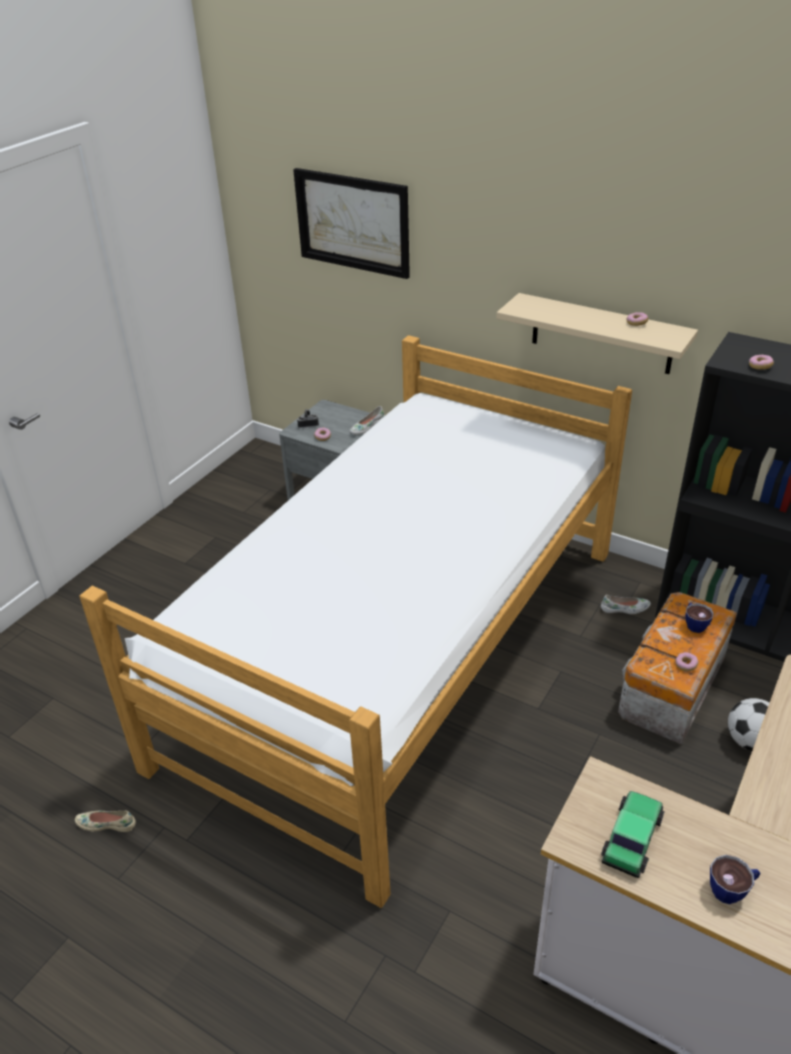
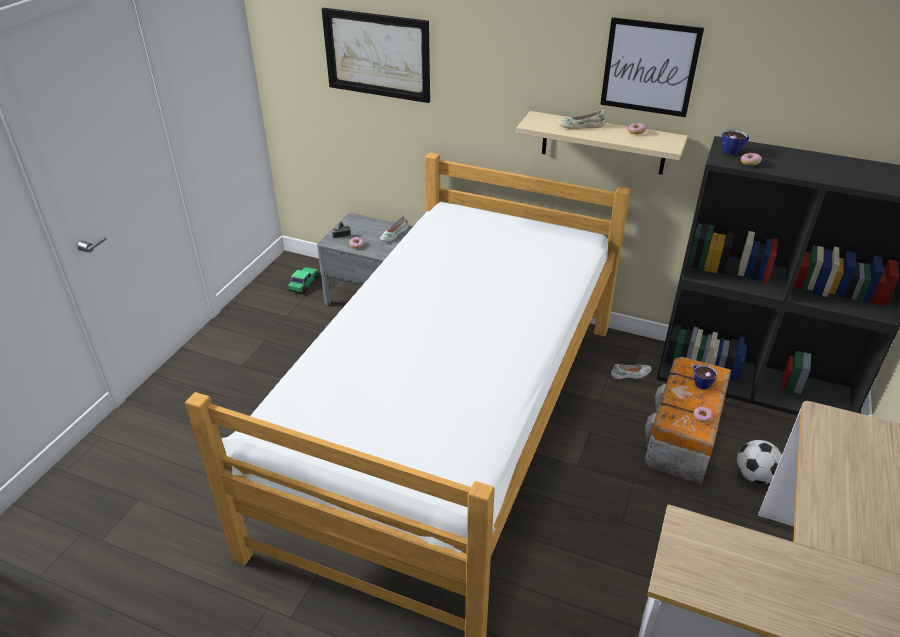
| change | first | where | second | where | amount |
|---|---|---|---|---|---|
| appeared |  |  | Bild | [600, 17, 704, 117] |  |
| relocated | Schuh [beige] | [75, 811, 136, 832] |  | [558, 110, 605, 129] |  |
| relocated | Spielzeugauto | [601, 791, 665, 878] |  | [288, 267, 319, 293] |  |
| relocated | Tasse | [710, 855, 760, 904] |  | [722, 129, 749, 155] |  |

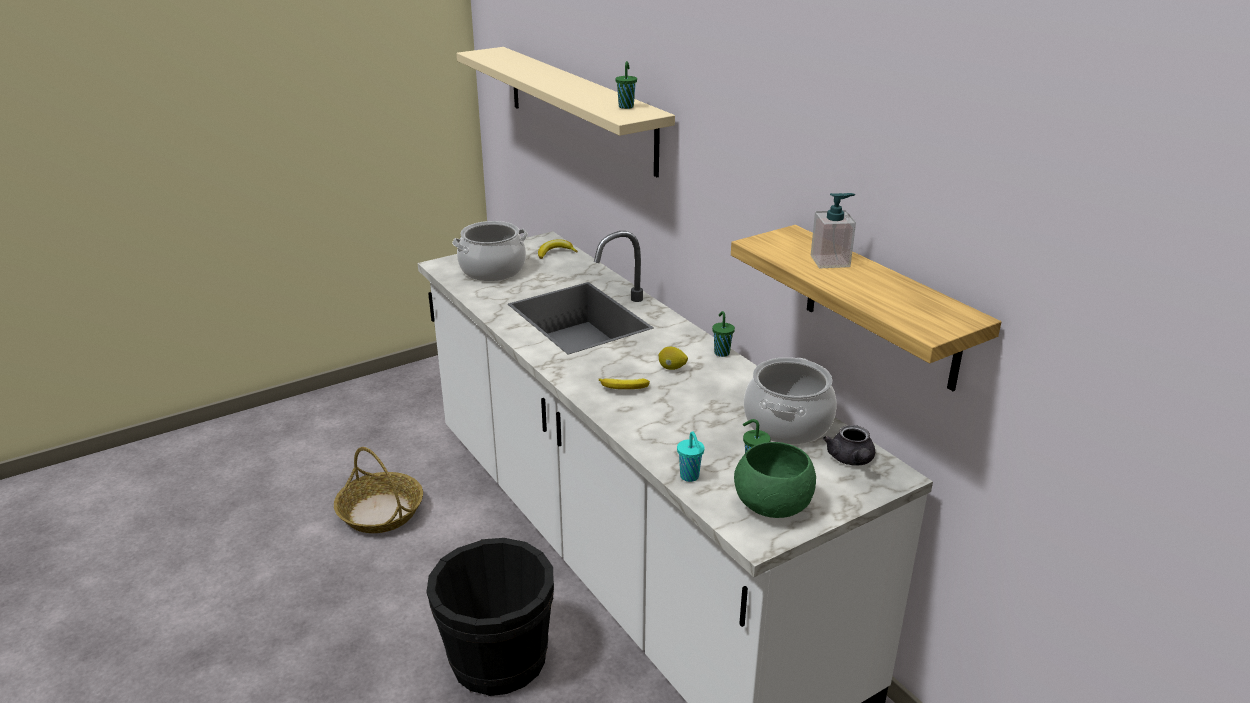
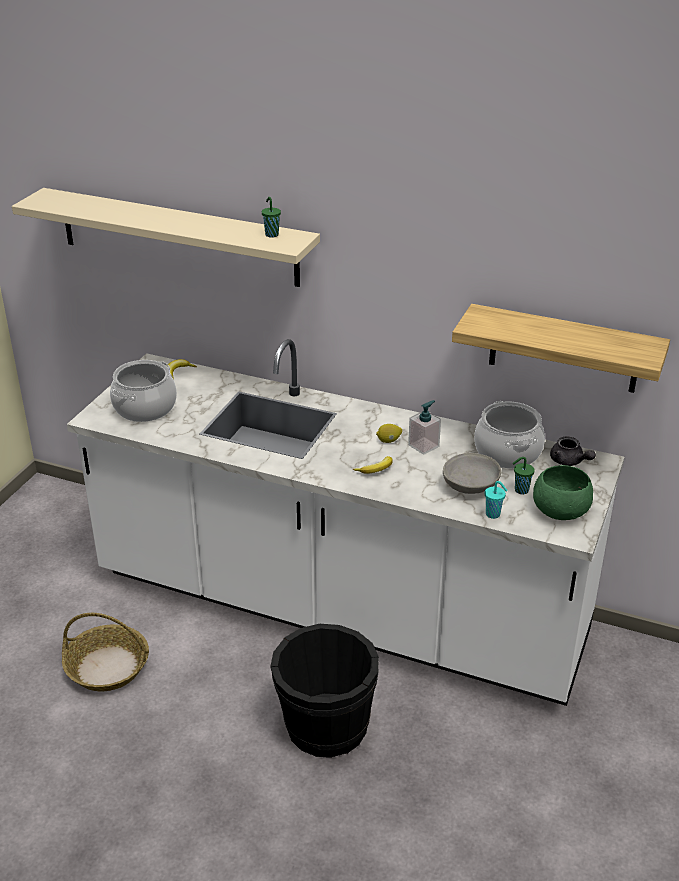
| change | first | where | second | where | amount |
|---|---|---|---|---|---|
| missing | Tasse [grün] | [712, 311, 735, 357] |  |  |  |
| appeared |  |  | Schüssel [grau] | [443, 453, 501, 494] |  |
| relocated | Seifenspender | [811, 193, 856, 268] |  | [408, 400, 441, 455] |  |

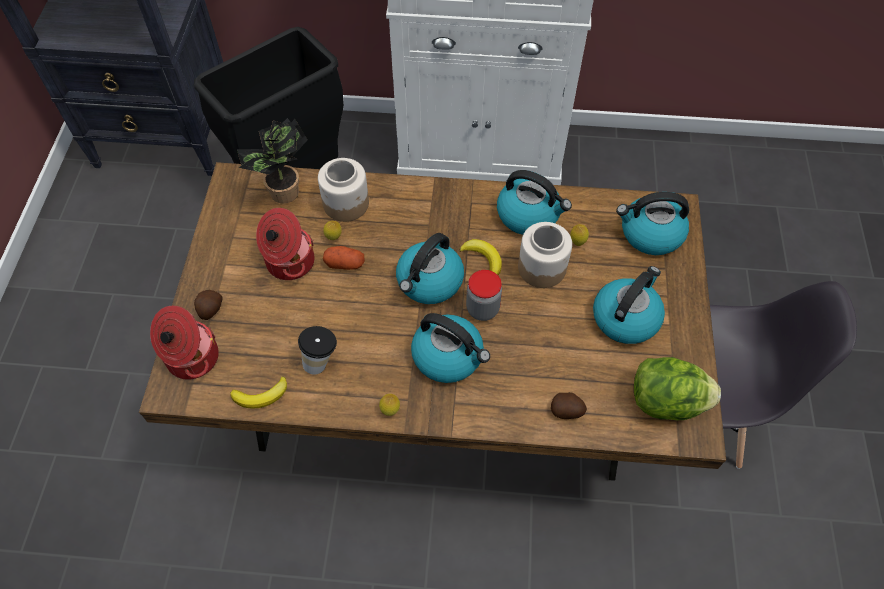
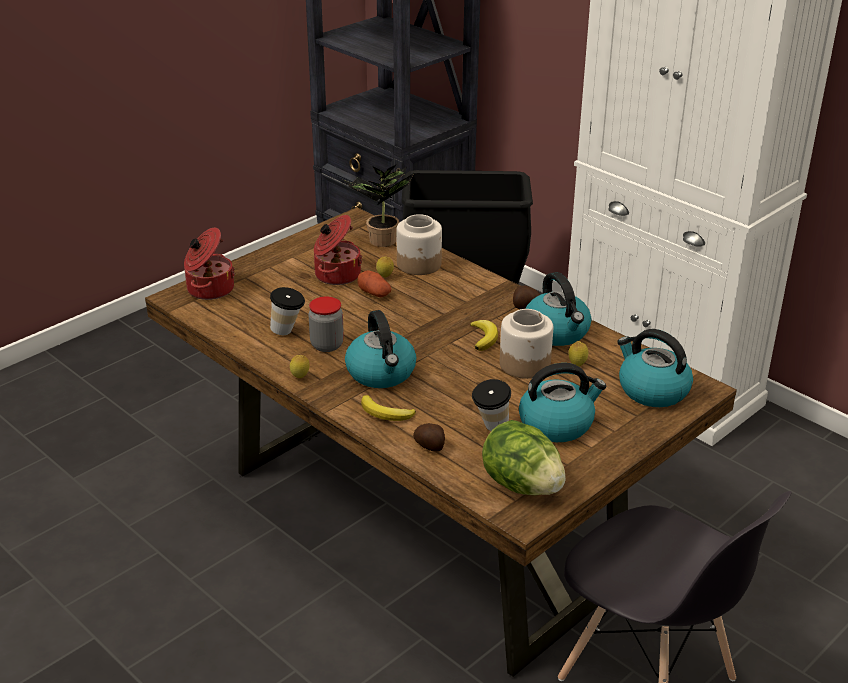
| change | first | where | second | where | amount |
|---|---|---|---|---|---|
| missing | Wasserkessel | [396, 233, 464, 304] |  |  |  |
| appeared |  |  | Tasse | [472, 379, 511, 431] |  |
| relocated | Kartoffel | [194, 290, 223, 320] |  | [513, 286, 540, 309] |  |
| relocated | Banane | [230, 376, 287, 409] |  | [361, 395, 416, 421] |  |
| relocated | Vorratsglas | [466, 270, 502, 321] |  | [308, 296, 344, 352] |  |

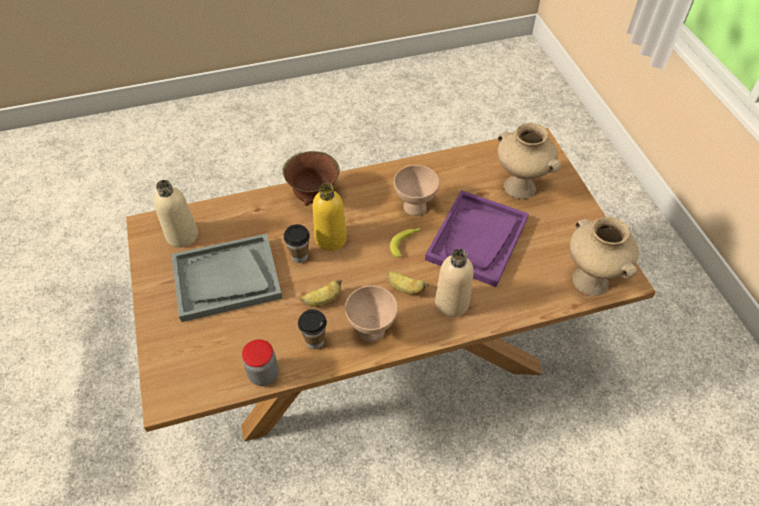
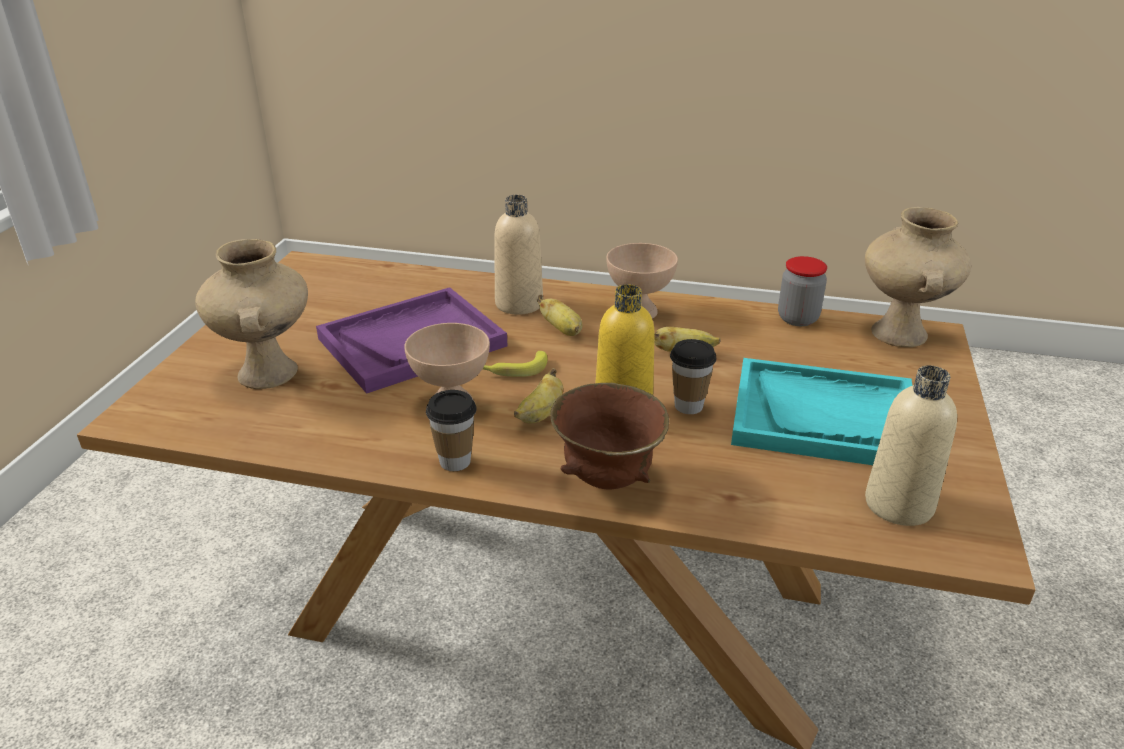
| change | first | where | second | where | amount |
|---|---|---|---|---|---|
| appeared |  |  | Banane | [514, 368, 563, 423] |  |
| relocated | Tasse | [298, 309, 327, 349] |  | [426, 390, 477, 471] |  |
| relocated | Vase [beige] | [569, 217, 639, 296] |  | [865, 207, 971, 347] |  |
| colour | Tablett [grau] | [171, 234, 282, 322] | Tablett [türkis] | [731, 358, 912, 465] |  |

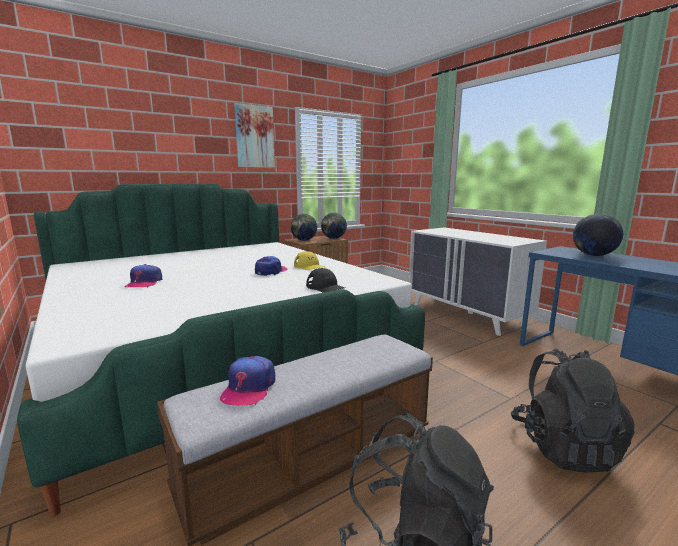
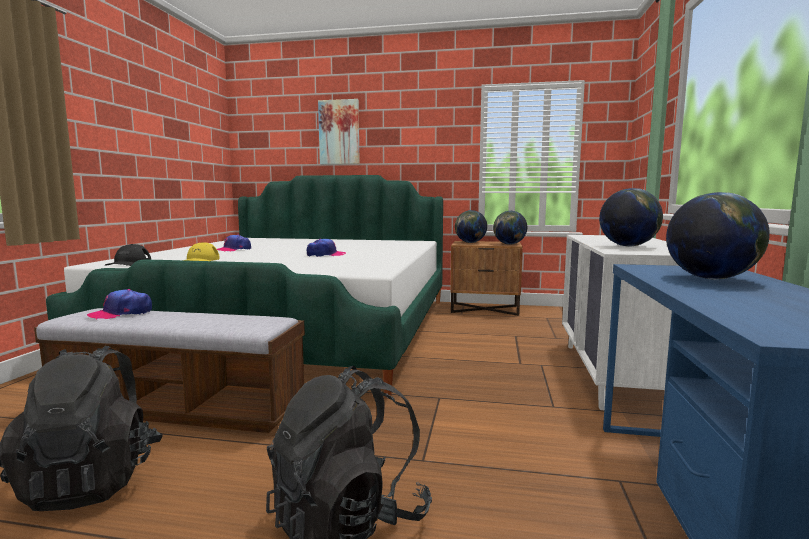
| change | first | where | second | where | amount |
|---|---|---|---|---|---|
| appeared |  |  | Globus | [599, 188, 663, 247] |  |
| relocated | Bild | [234, 103, 275, 168] |  | [318, 99, 360, 164] |  |
| relocated | Kappe [gelb] | [294, 251, 324, 270] |  | [185, 242, 220, 261] |  |
| relocated | Kappe [schwarz] | [306, 268, 345, 293] |  | [105, 244, 151, 266] |  |

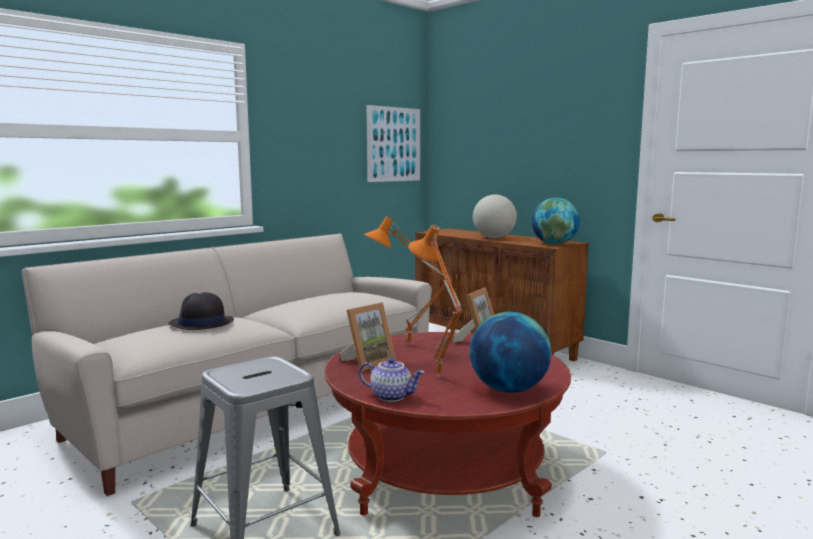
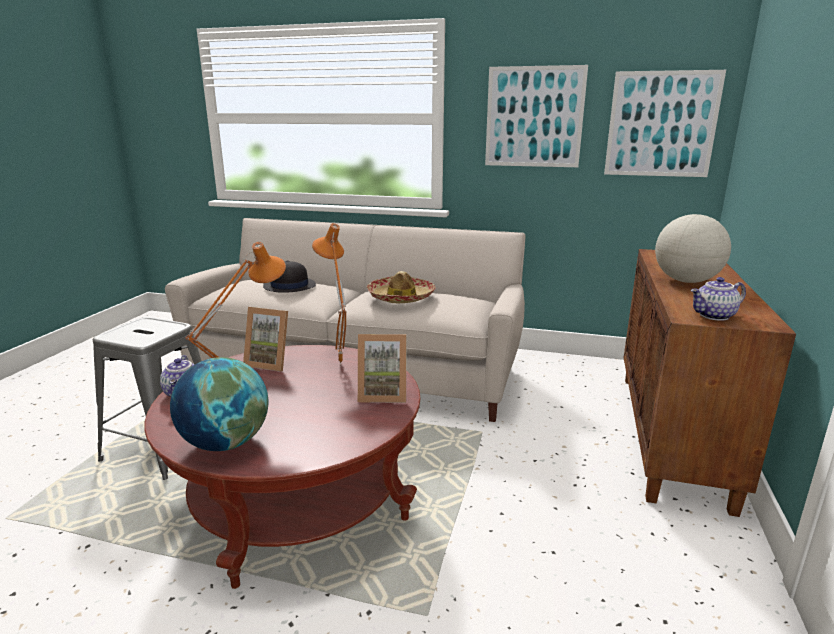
| change | first | where | second | where | amount |
|---|---|---|---|---|---|
| appeared |  |  | Hut | [367, 271, 436, 303] |  |
| appeared |  |  | Bild | [485, 65, 588, 167] |  |
| exchanged | Globus | [531, 197, 580, 245] | Teekanne | [691, 277, 746, 321] |  |

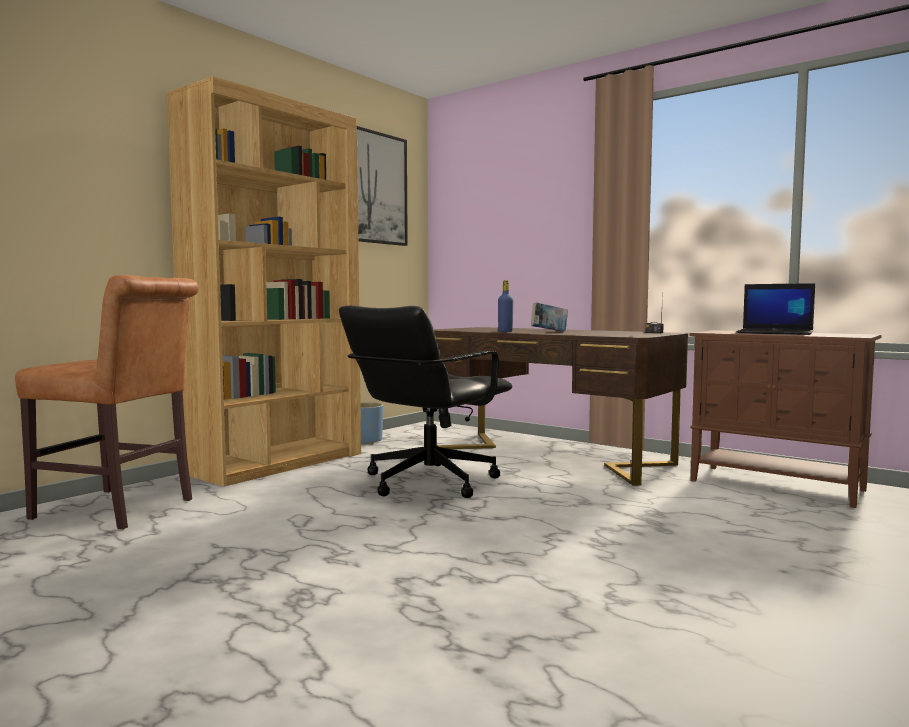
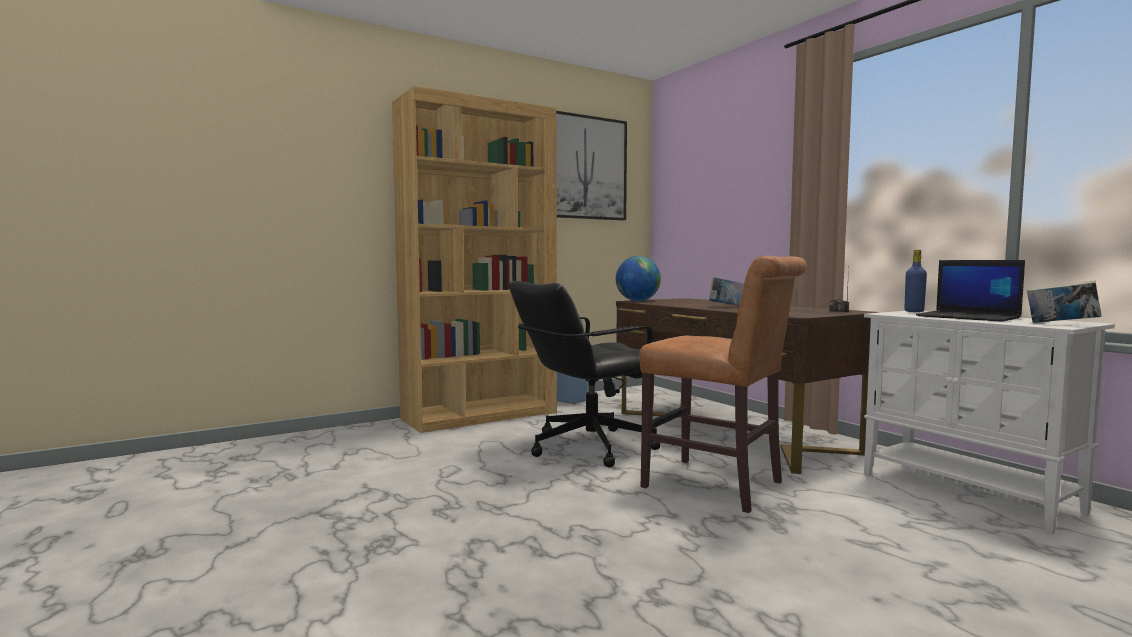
| change | first | where | second | where | amount |
|---|---|---|---|---|---|
| appeared |  |  | Globus | [616, 256, 661, 301] |  |
| appeared |  |  | Buch | [1027, 280, 1102, 323] |  |
| relocated | Stuhl [braun] | [15, 275, 199, 530] |  | [640, 256, 807, 513] |  |
| relocated | Flasche [blau] | [498, 280, 513, 332] |  | [905, 250, 927, 312] |  |
| colour | Schrank [braun] | [689, 330, 882, 508] | Schrank [weiß] | [864, 311, 1115, 534] |  |

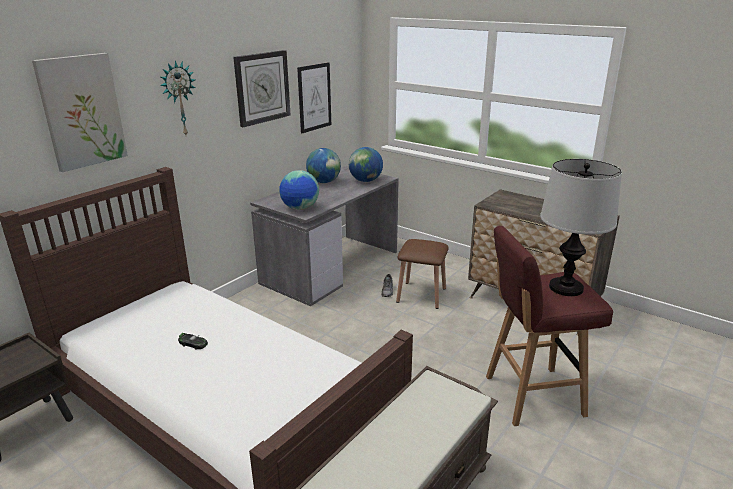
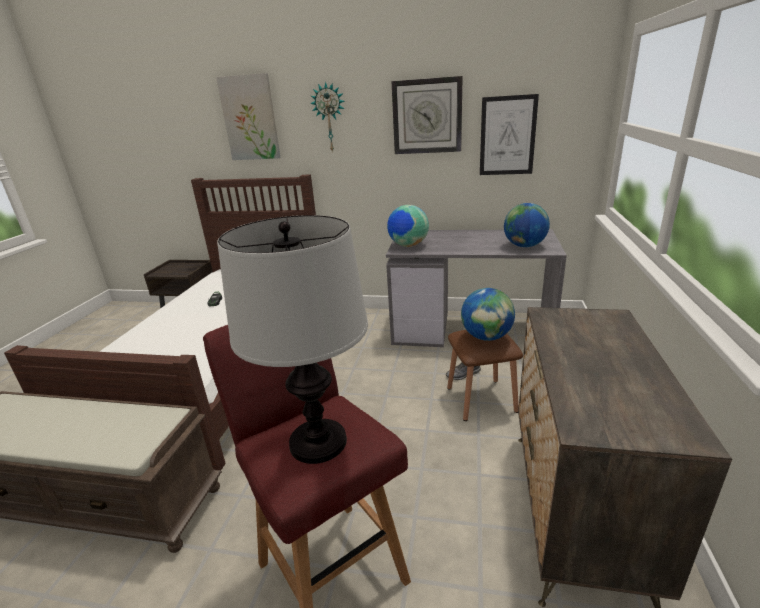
| change | first | where | second | where | amount |
|---|---|---|---|---|---|
| relocated | Globus | [306, 148, 341, 183] |  | [461, 288, 515, 341] |  |

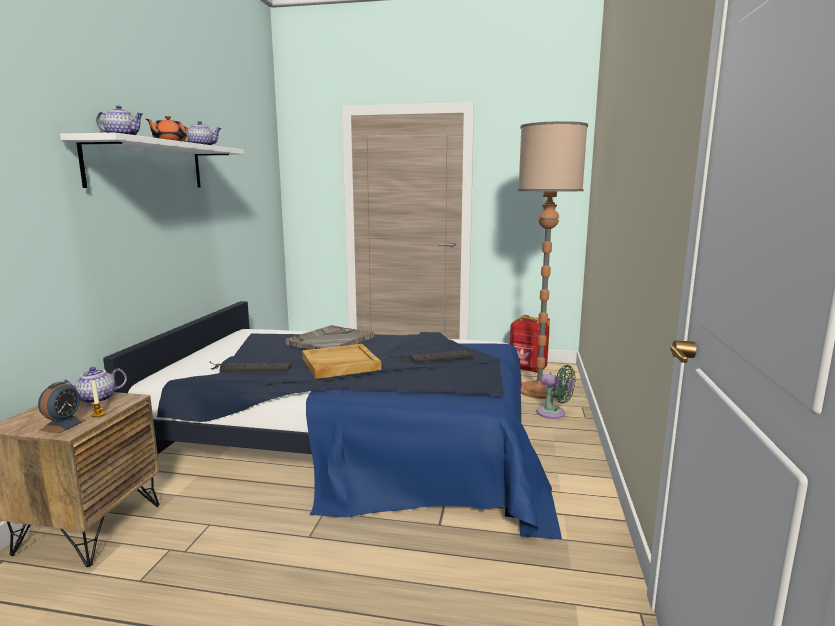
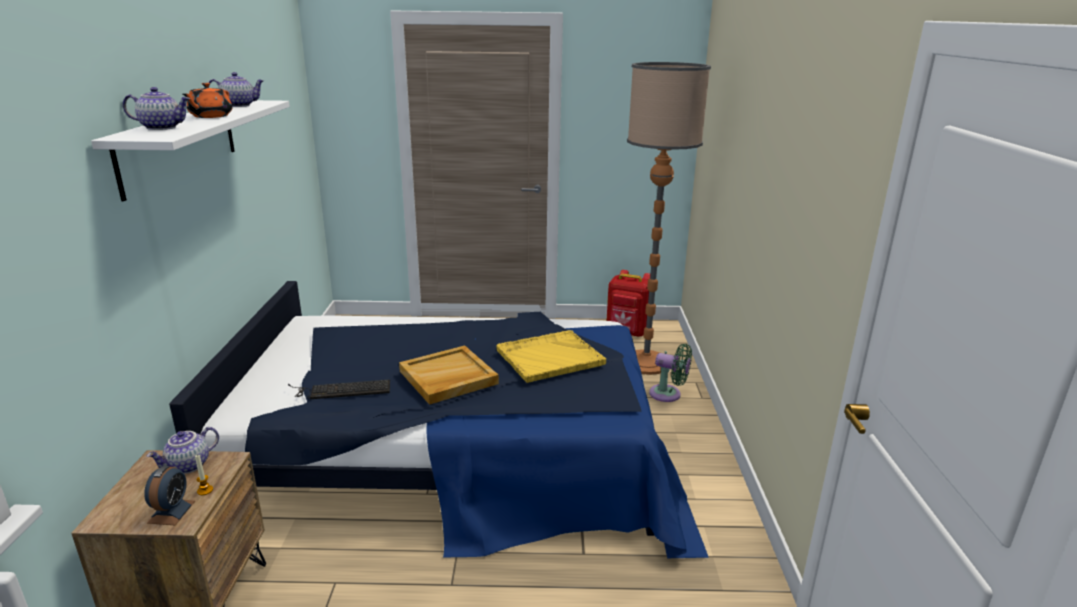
| change | first | where | second | where | amount |
|---|---|---|---|---|---|
| missing | Tablett [grau] | [286, 325, 375, 350] |  |  |  |
| exchanged | Tastatur | [388, 350, 474, 362] | Tablett [gelb] | [496, 330, 606, 383] |  |

